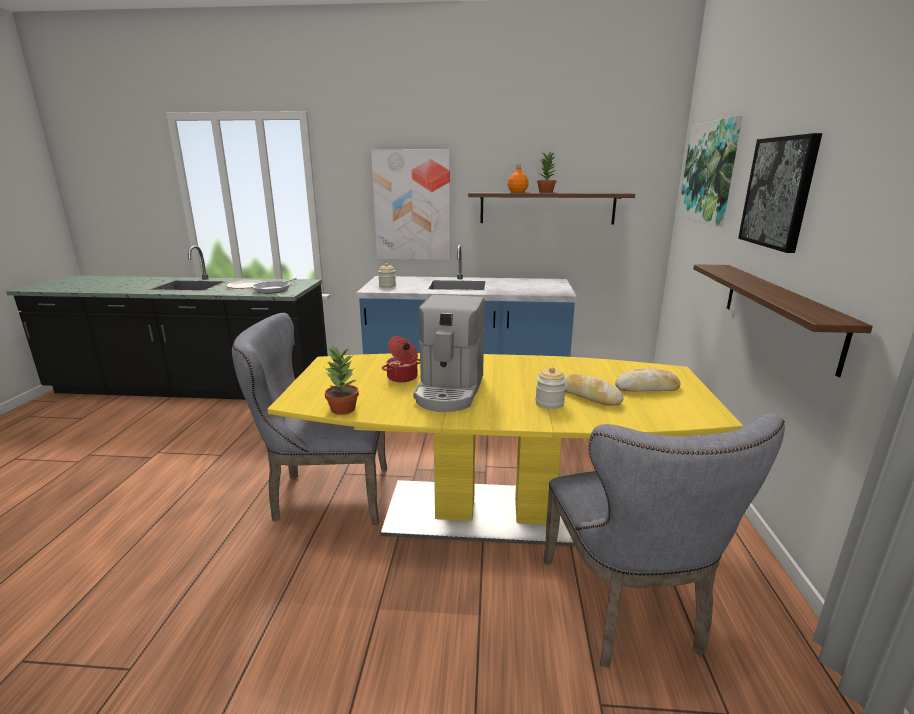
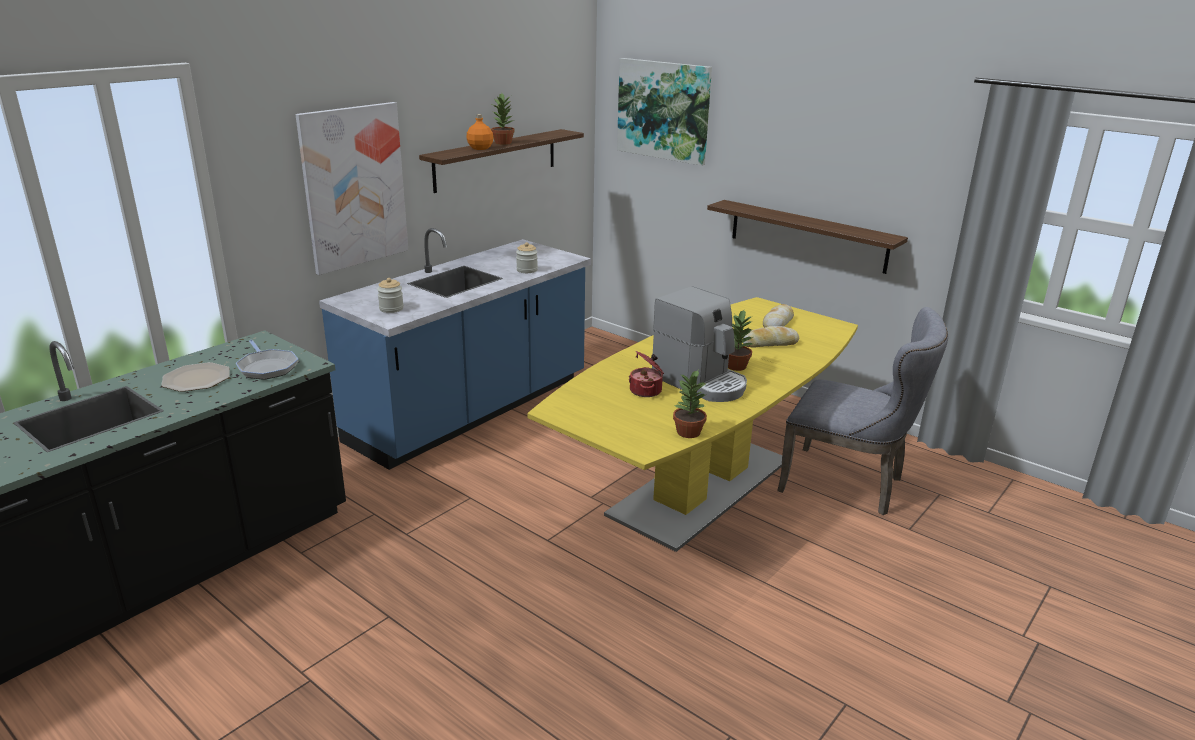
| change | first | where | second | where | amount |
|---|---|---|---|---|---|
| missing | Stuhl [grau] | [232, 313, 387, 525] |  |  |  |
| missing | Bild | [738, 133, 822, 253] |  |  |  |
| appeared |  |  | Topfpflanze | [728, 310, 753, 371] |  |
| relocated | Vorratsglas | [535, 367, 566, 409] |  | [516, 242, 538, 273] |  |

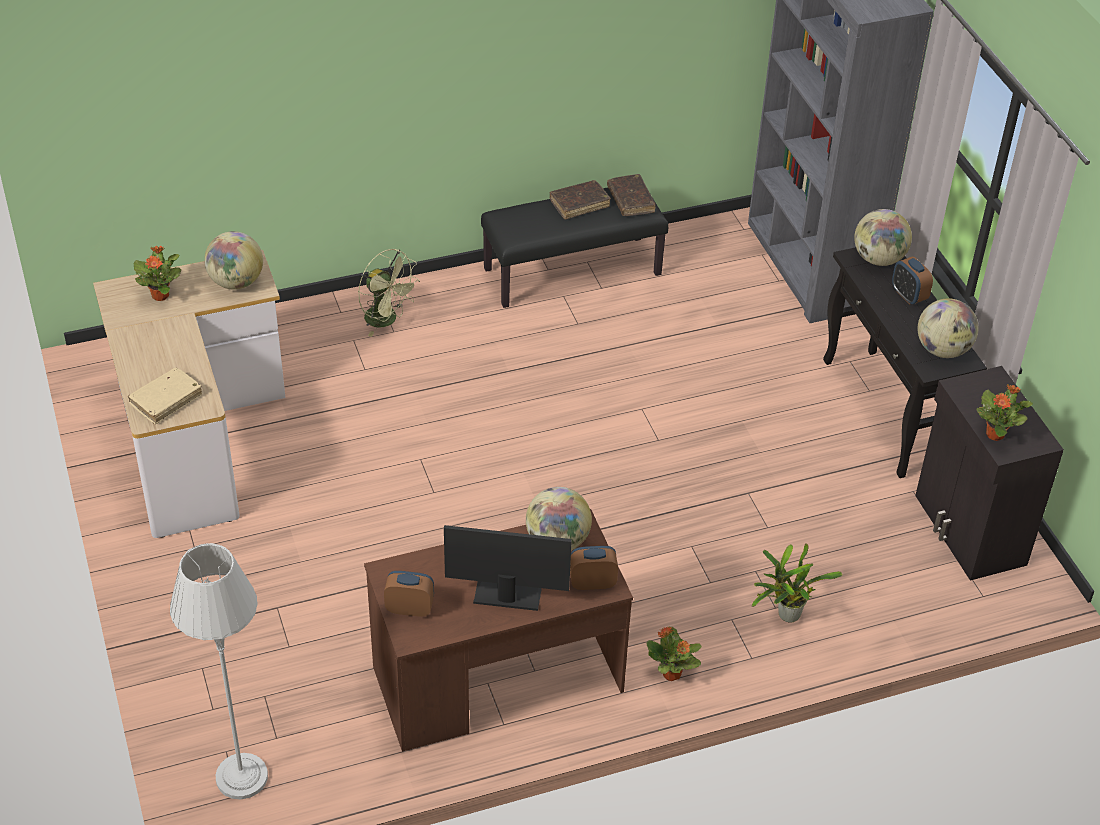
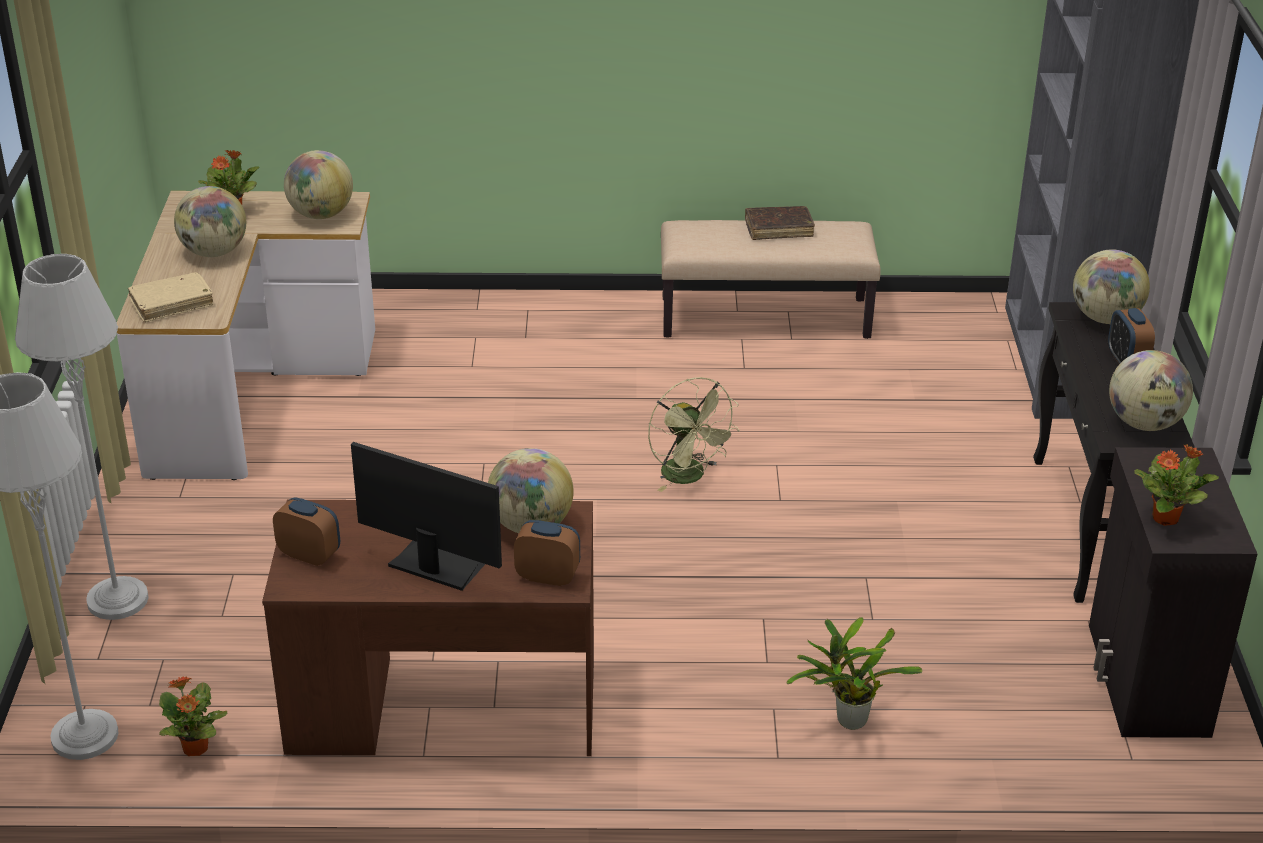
| change | first | where | second | where | amount |
|---|---|---|---|---|---|
| missing | Buch [braun] | [607, 174, 655, 216] |  |  |  |
| appeared |  |  | Stehlampe [grau] | [15, 254, 149, 620] |  |
| appeared |  |  | Globus | [174, 186, 246, 257] |  |
| relocated | Ventilator [grün] | [358, 249, 420, 337] |  | [648, 377, 740, 492] |  |
| relocated | Topfpflanze | [646, 627, 702, 681] |  | [159, 676, 227, 756] |  |
| colour | Bank [schwarz] | [481, 187, 668, 308] | Bank [beige] | [661, 220, 880, 339] |  |

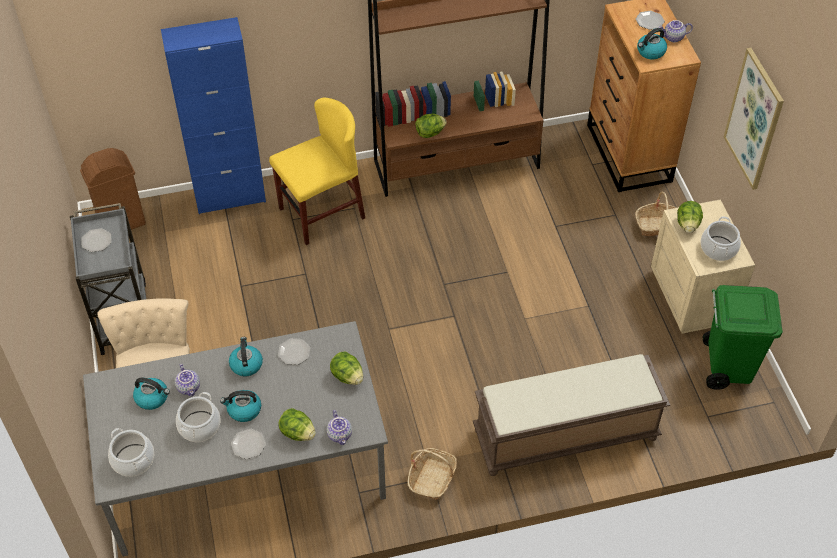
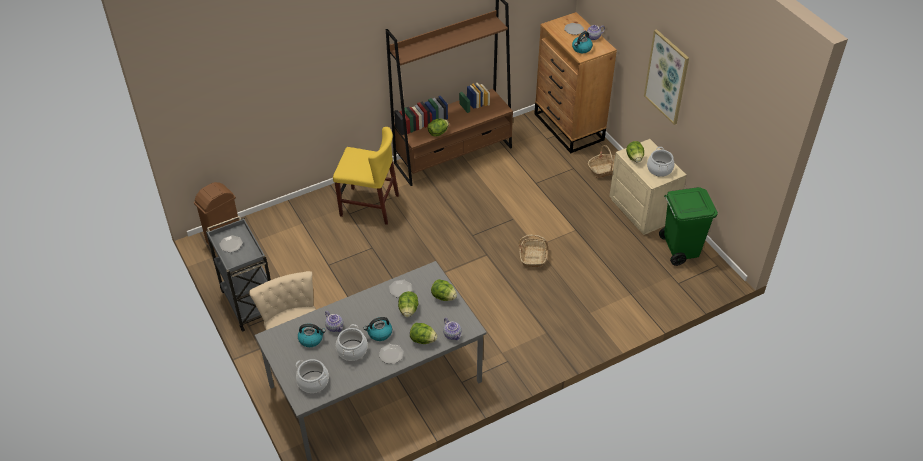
| change | first | where | second | where | amount |
|---|---|---|---|---|---|
| missing | Schrank [blau] | [161, 17, 266, 214] |  |  |  |
| missing | Wasserkessel | [229, 337, 263, 376] |  |  |  |
| missing | Bank [braun] | [473, 354, 670, 476] |  |  |  |
| appeared |  |  | Salatkopf | [398, 291, 418, 317] |  |
| relocated | Korb | [407, 448, 457, 500] |  | [519, 235, 548, 268] |  |
| spun | Stuhl [gelb] | [269, 98, 365, 245] |  | [333, 127, 399, 225] | 60 degrees clockwise |

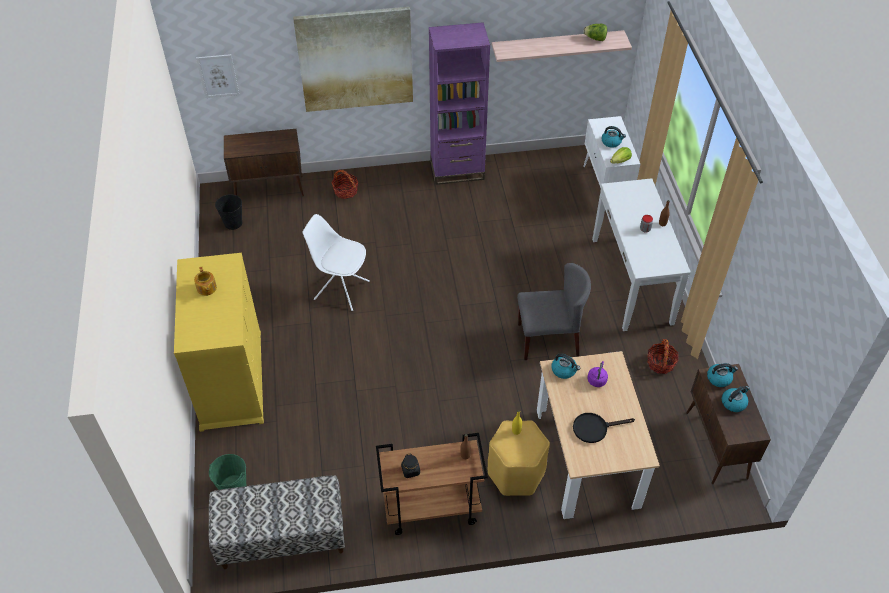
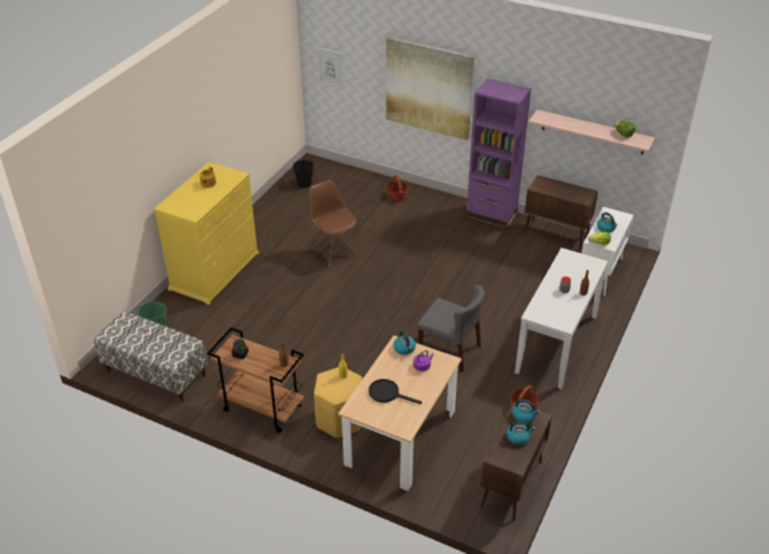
| change | first | where | second | where | amount |
|---|---|---|---|---|---|
| relocated | Schrank [braun] | [224, 129, 304, 196] |  | [524, 175, 598, 251] |  |
| colour | Stuhl [weiß] | [303, 214, 370, 311] | Stuhl [braun] | [310, 180, 359, 268] |  |

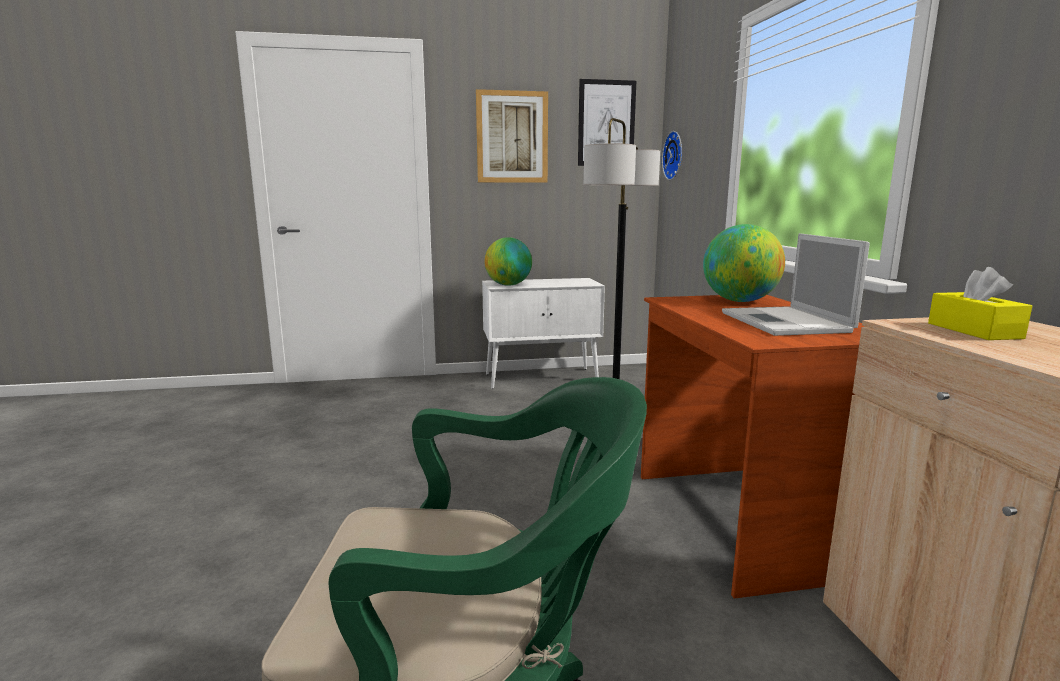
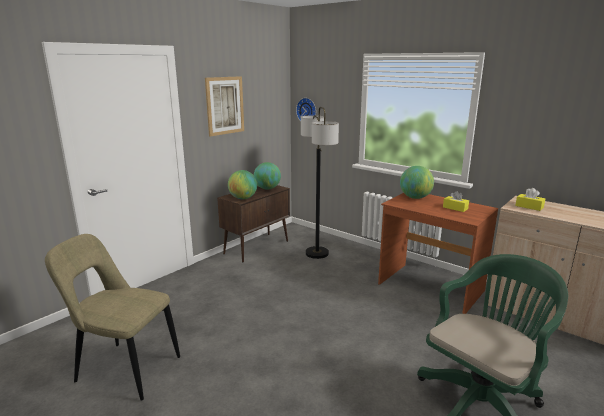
| change | first | where | second | where | amount |
|---|---|---|---|---|---|
| missing | Bild | [578, 79, 636, 166] |  |  |  |
| appeared |  |  | Stuhl [beige] | [45, 234, 180, 401] |  |
| appeared |  |  | Globus | [254, 162, 281, 189] |  |
| exchanged | Laptop | [722, 233, 870, 336] | Taschentuchbox [gelb] | [443, 191, 469, 212] |  |
| colour | Schrank [weiß] | [482, 278, 605, 389] | Schrank [braun] | [217, 185, 290, 262] |  |

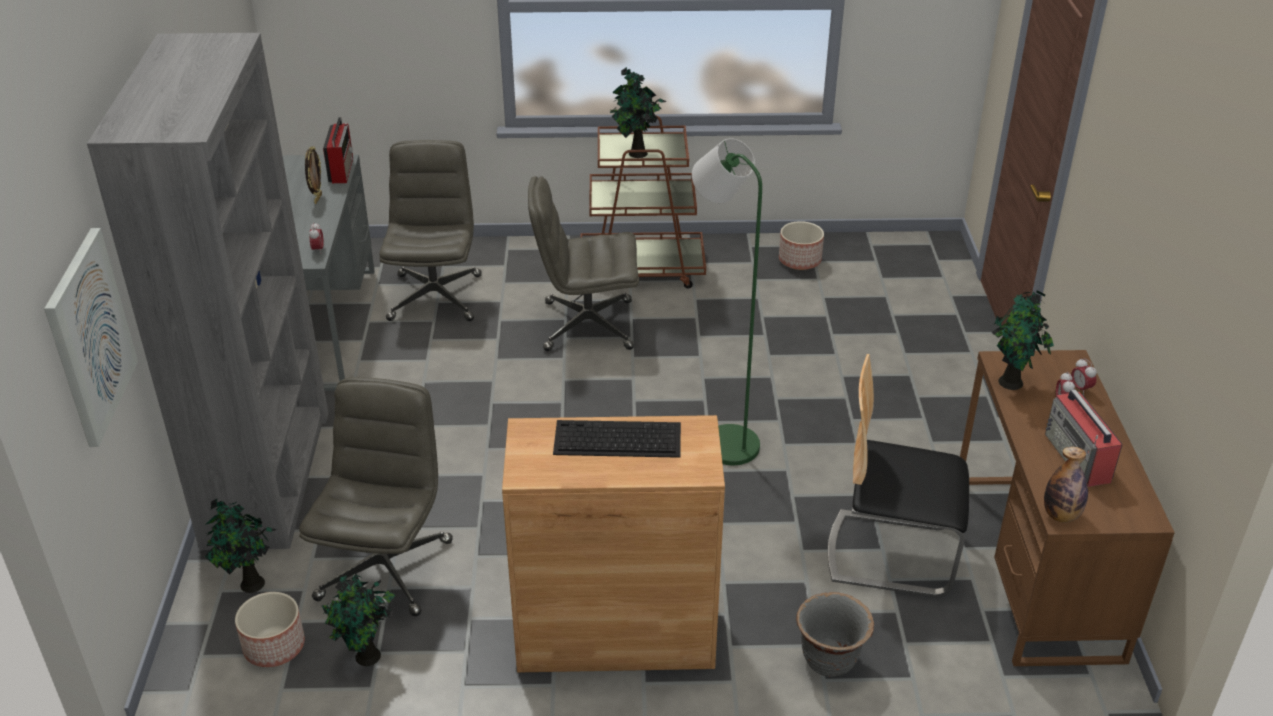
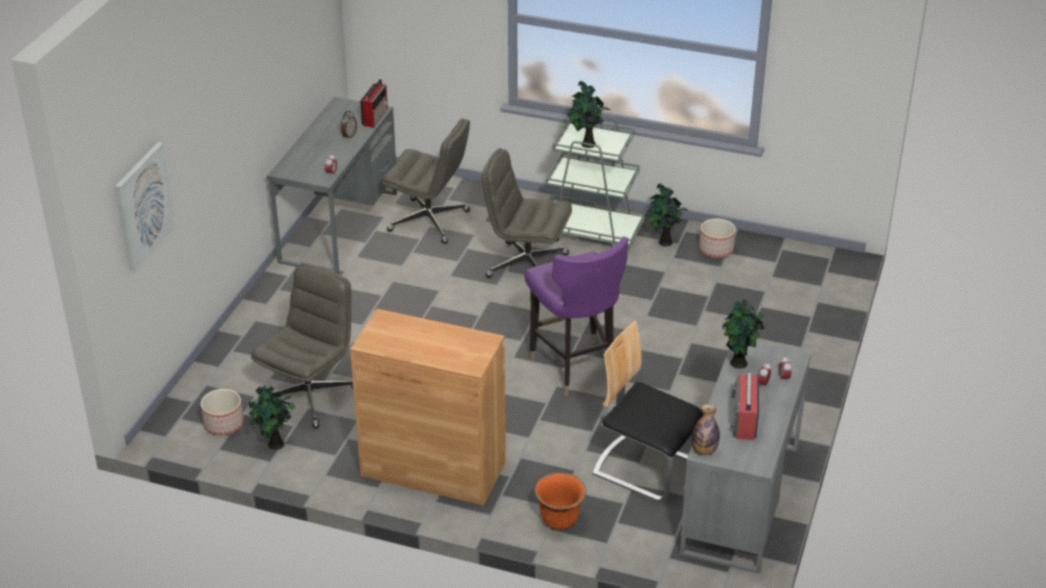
| change | first | where | second | where | amount |
|---|---|---|---|---|---|
| missing | Bücherregal [grau] | [87, 33, 329, 550] |  |  |  |
| missing | Tastatur | [553, 420, 681, 458] |  |  |  |
| relocated | Topfpflanze | [204, 499, 276, 593] |  | [646, 183, 688, 246] |  |
| exchanged | Bilderrahmen | [305, 146, 322, 204] | Wecker | [340, 111, 357, 139] |  |
| exchanged | Stehlampe [grün] | [692, 139, 762, 465] | Stuhl [lila] | [524, 236, 628, 396] |  |
| colour | Rollwagen [braun] | [580, 116, 706, 289] | Rollwagen [grau] | [546, 115, 646, 247] |  |
| colour | Pflanzkübel [grau] | [796, 592, 874, 677] | Pflanzkübel [orange] | [535, 473, 586, 530] |  |
| colour | Schreibtisch [braun] | [960, 350, 1175, 666] | Schreibtisch [grau] | [680, 343, 811, 574] |  |
| spun | Bürostuhl [grau] | [379, 140, 482, 321] |  | [382, 118, 470, 244] | 90 degrees clockwise |

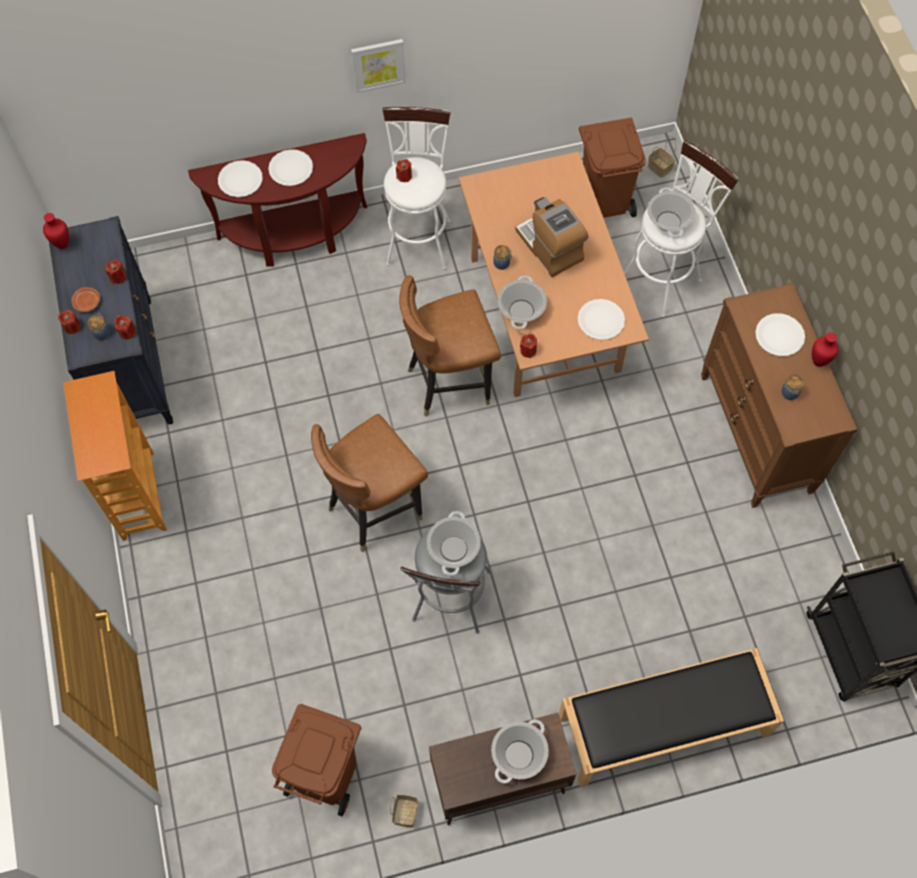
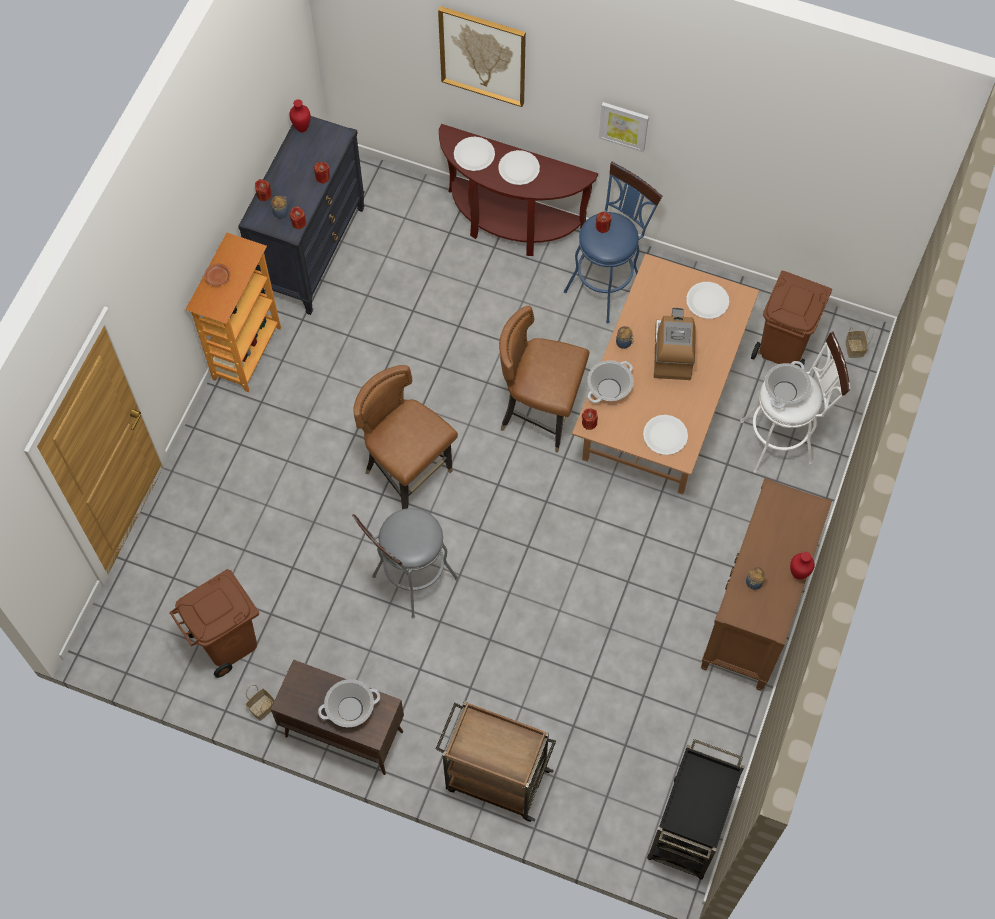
| change | first | where | second | where | amount |
|---|---|---|---|---|---|
| missing | Kochtopf | [427, 511, 481, 576] |  |  |  |
| appeared |  |  | Bild | [438, 6, 526, 107] |  |
| relocated | Teller [braun] | [71, 287, 100, 312] |  | [204, 263, 230, 286] |  |
| relocated | Teller [weiß] | [755, 313, 805, 356] |  | [686, 282, 729, 319] |  |
| exchanged | Bank [schwarz] | [559, 648, 784, 787] | Rollwagen [braun] | [436, 701, 556, 822] |  |
| colour | Hocker [weiß] | [382, 107, 451, 269] | Hocker [blau] | [564, 162, 662, 324] |  |
| spun | Stuhl [braun] | [311, 414, 428, 552] |  | [353, 365, 458, 509] | 45 degrees clockwise |

